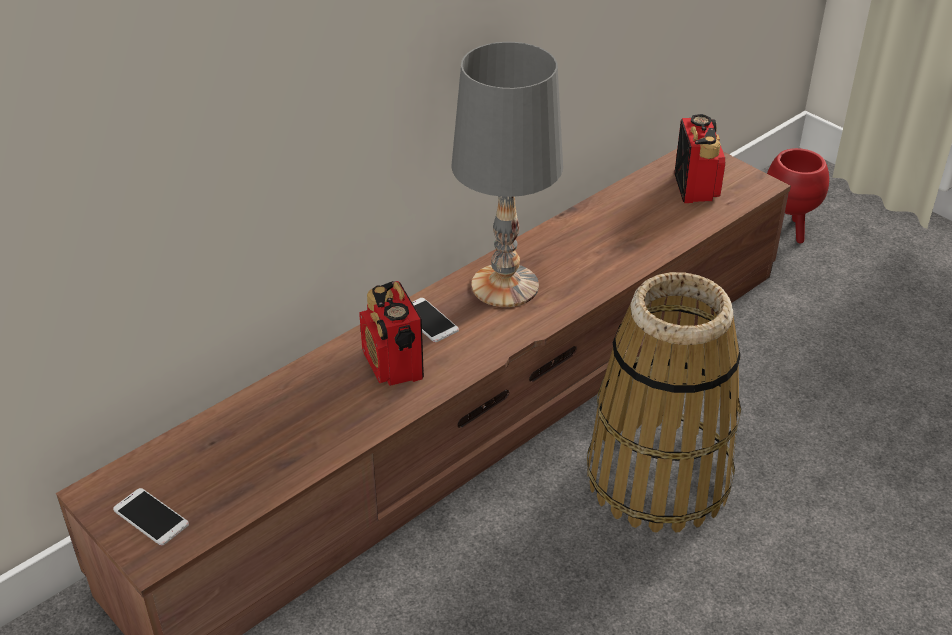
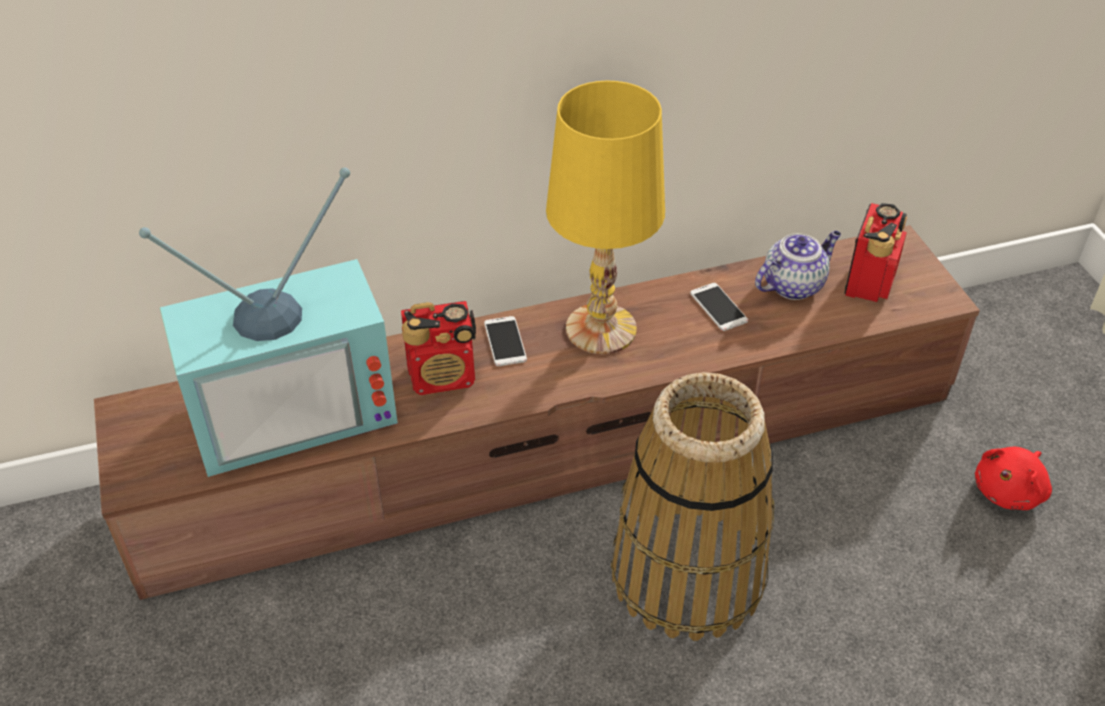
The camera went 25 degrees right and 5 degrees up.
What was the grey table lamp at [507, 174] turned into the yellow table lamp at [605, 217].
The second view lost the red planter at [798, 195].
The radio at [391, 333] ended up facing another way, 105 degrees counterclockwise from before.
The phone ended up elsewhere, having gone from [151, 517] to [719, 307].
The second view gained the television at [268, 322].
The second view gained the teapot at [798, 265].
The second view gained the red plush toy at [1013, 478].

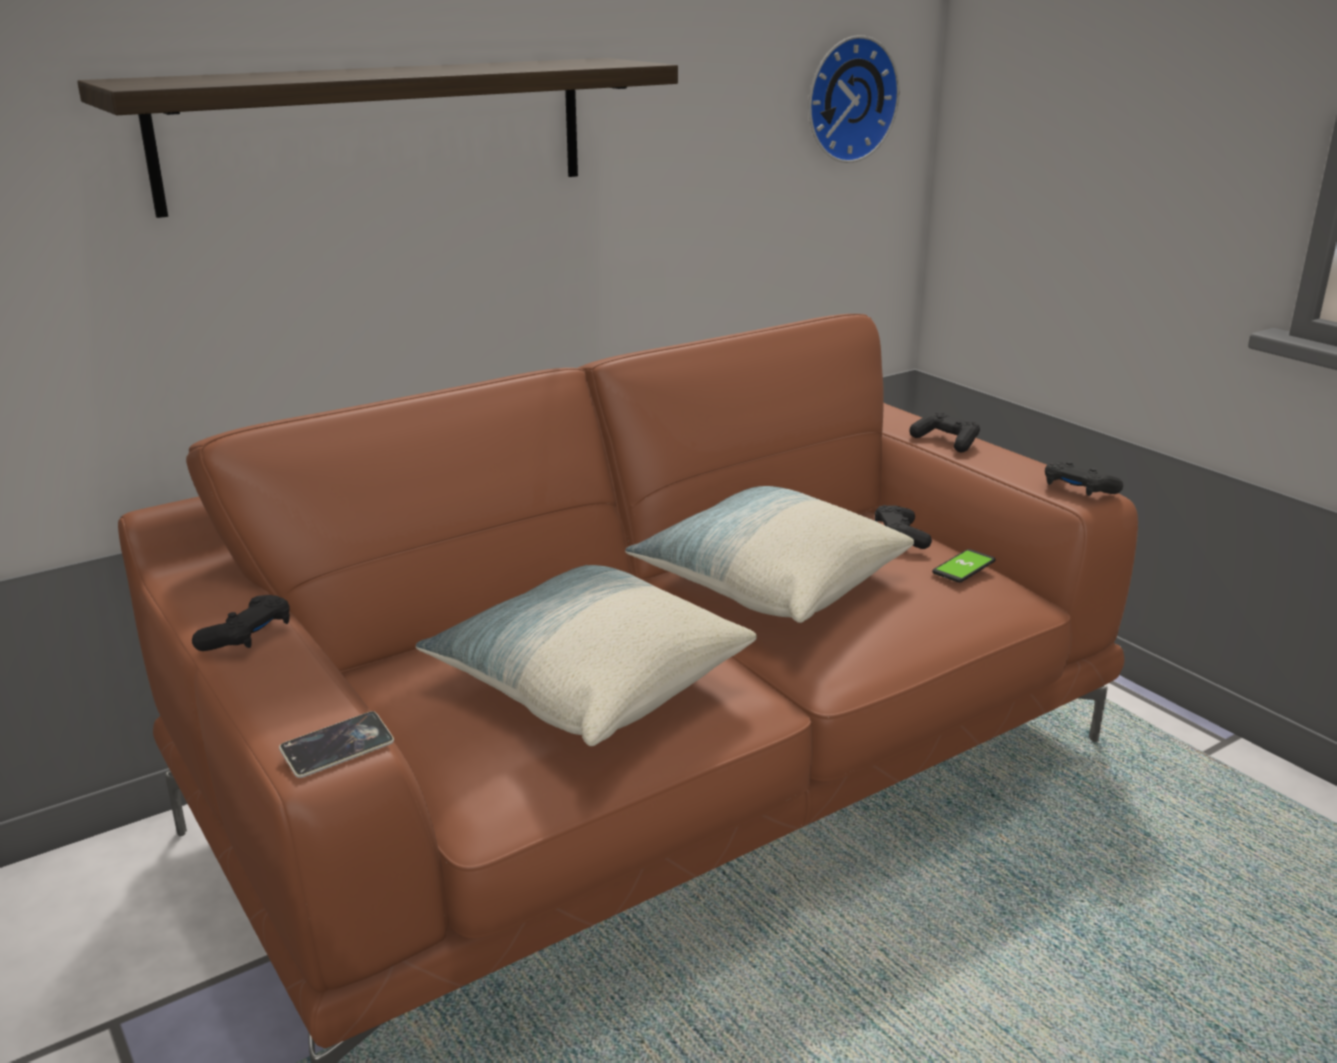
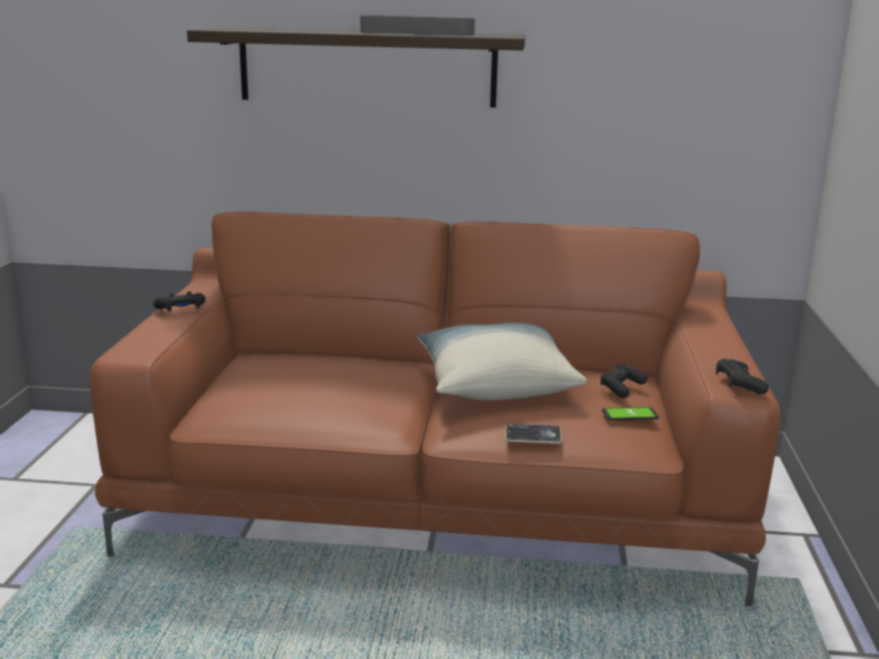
The camera went 40 degrees right and 5 degrees down.
The second view lost the wall clock at [854, 99].
The second view lost the black game controller at [944, 432].
The second view lost the pillow at [586, 655].
The phone ended up elsewhere, having gone from [336, 744] to [533, 434].
The second view gained the grey tray at [417, 25].

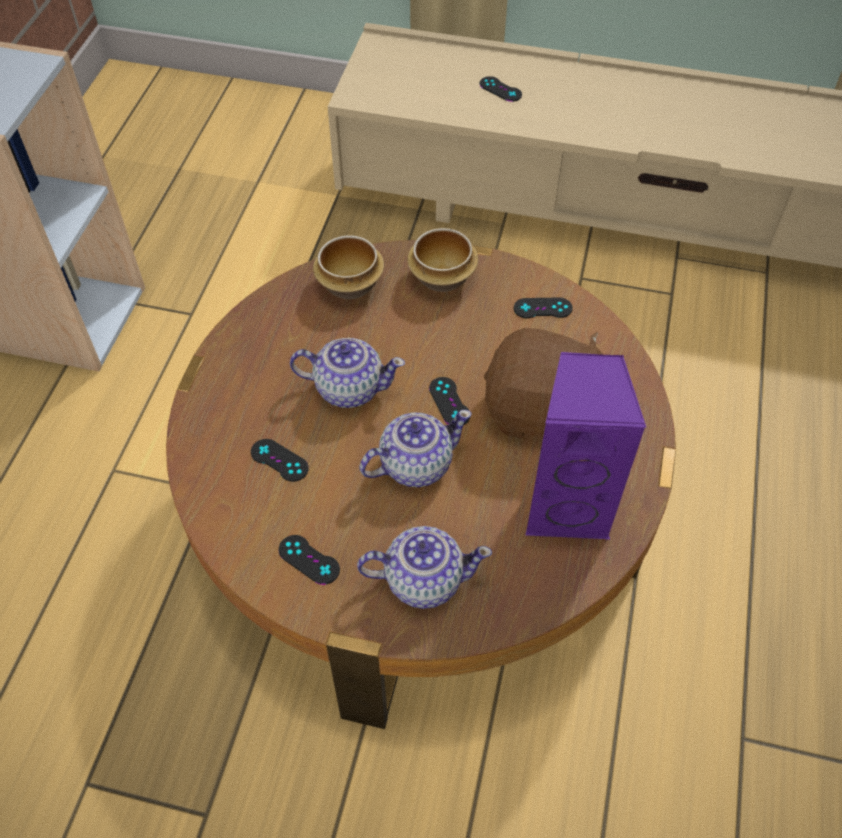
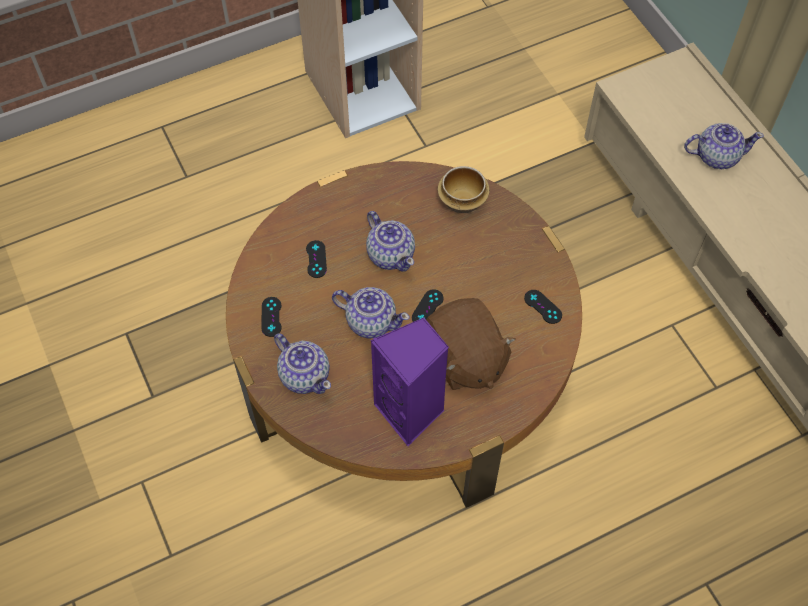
The camera went 50 degrees right and 5 degrees up.
Where the black game controller stood at [501, 89], the teapot came to stand at [724, 146].
The second view lost the bowl at [442, 260].

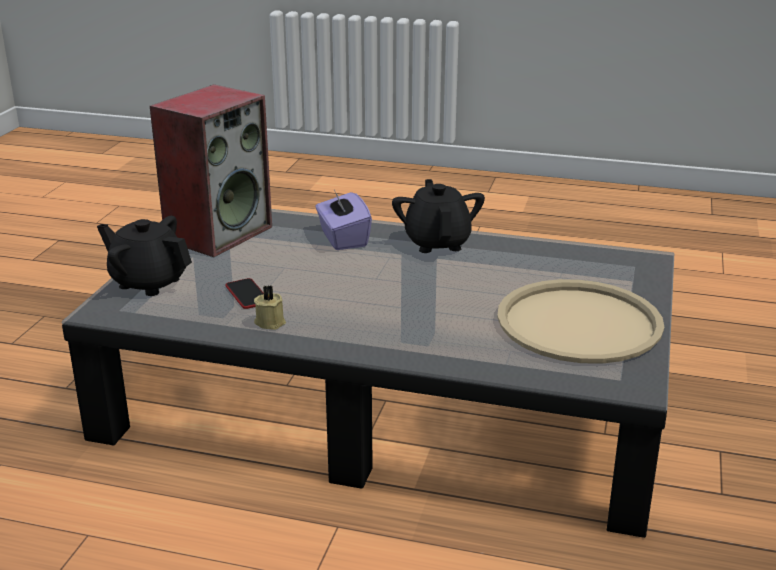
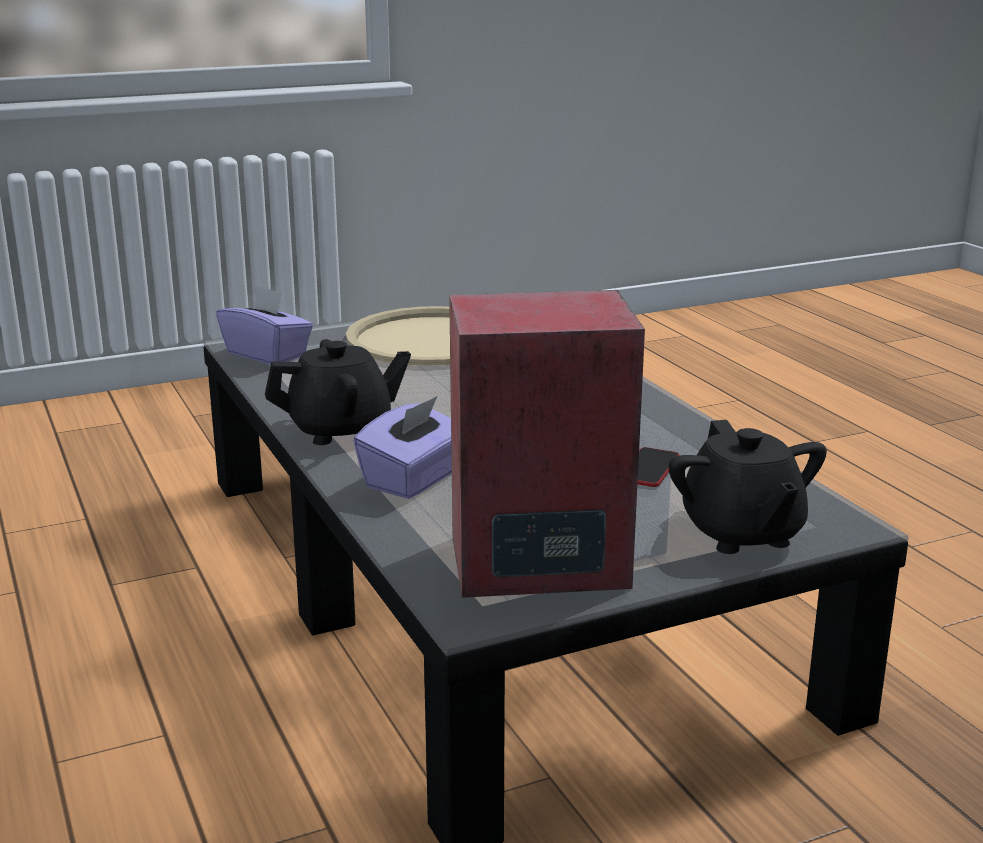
The camera went 130 degrees left and 5 degrees down.
The black teapot at [438, 216] ended up facing another way, 150 degrees counterclockwise from before.
The second view lost the beige candle at [270, 308].
The second view gained the purple tissue box at [264, 325].

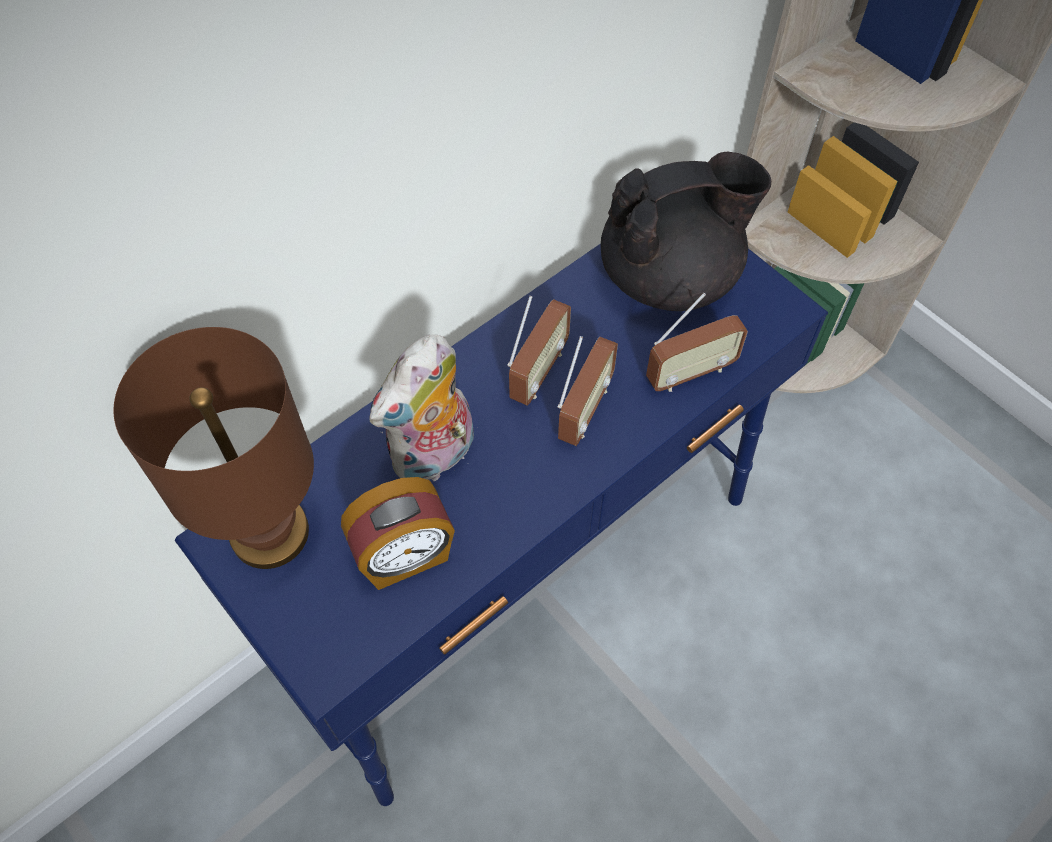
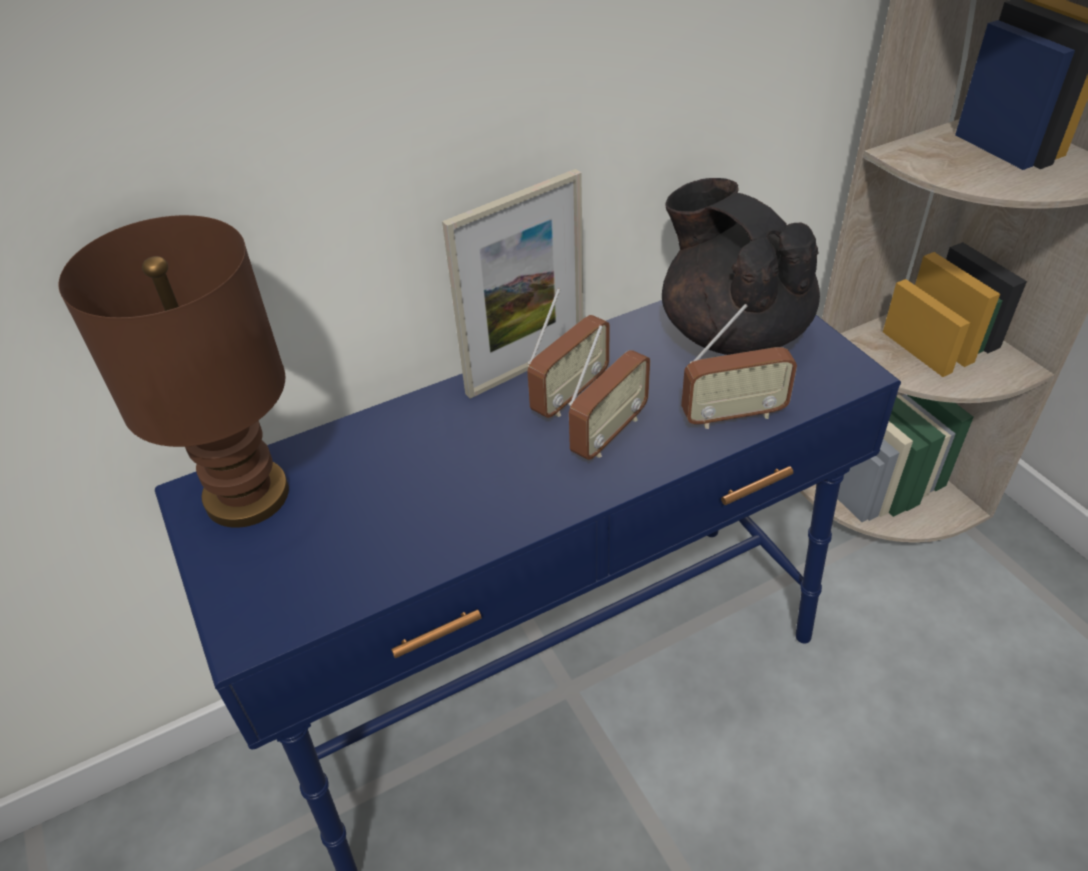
The camera went 15 degrees right and 15 degrees down.
The black teapot at [686, 231] ended up facing another way, 120 degrees counterclockwise from before.
The second view lost the plush toy at [422, 407].
The second view lost the alarm clock at [398, 533].
The second view gained the picture frame at [512, 284].

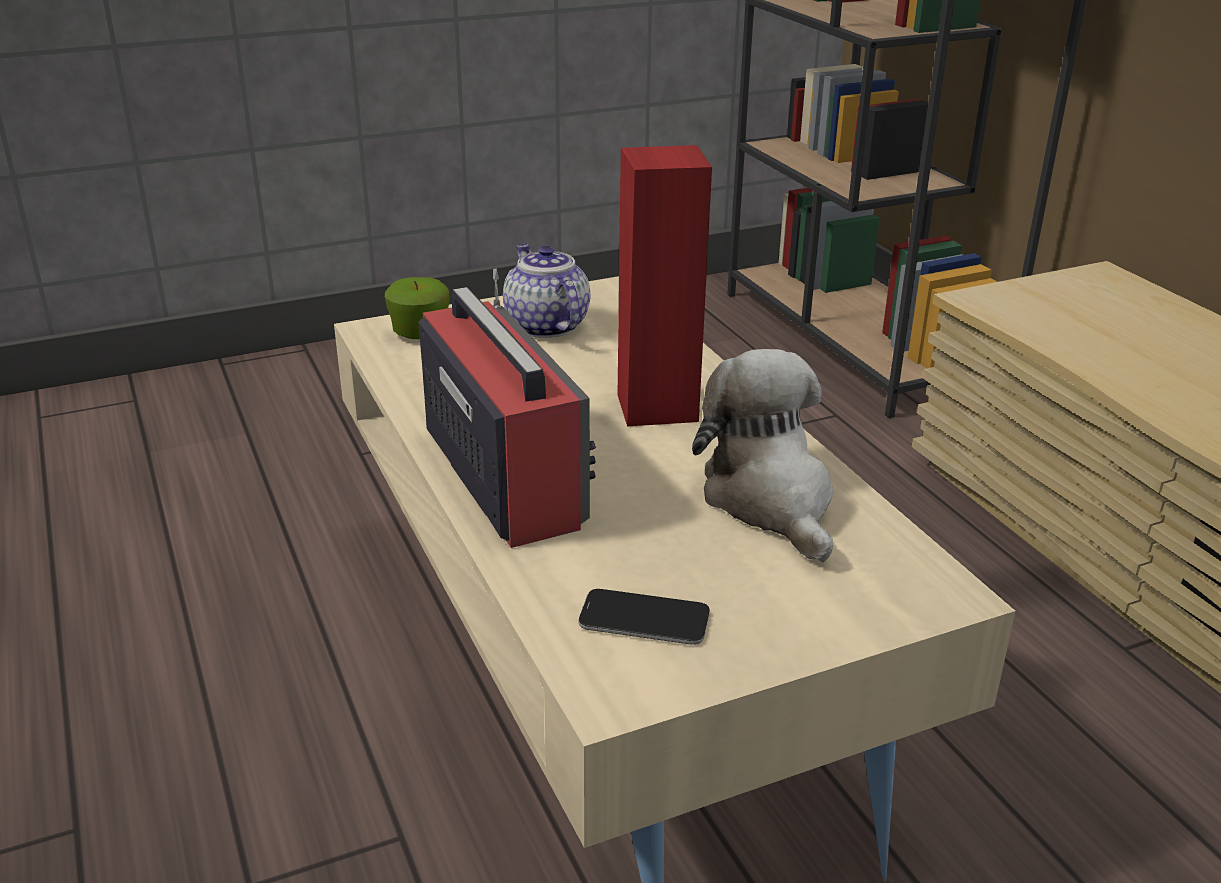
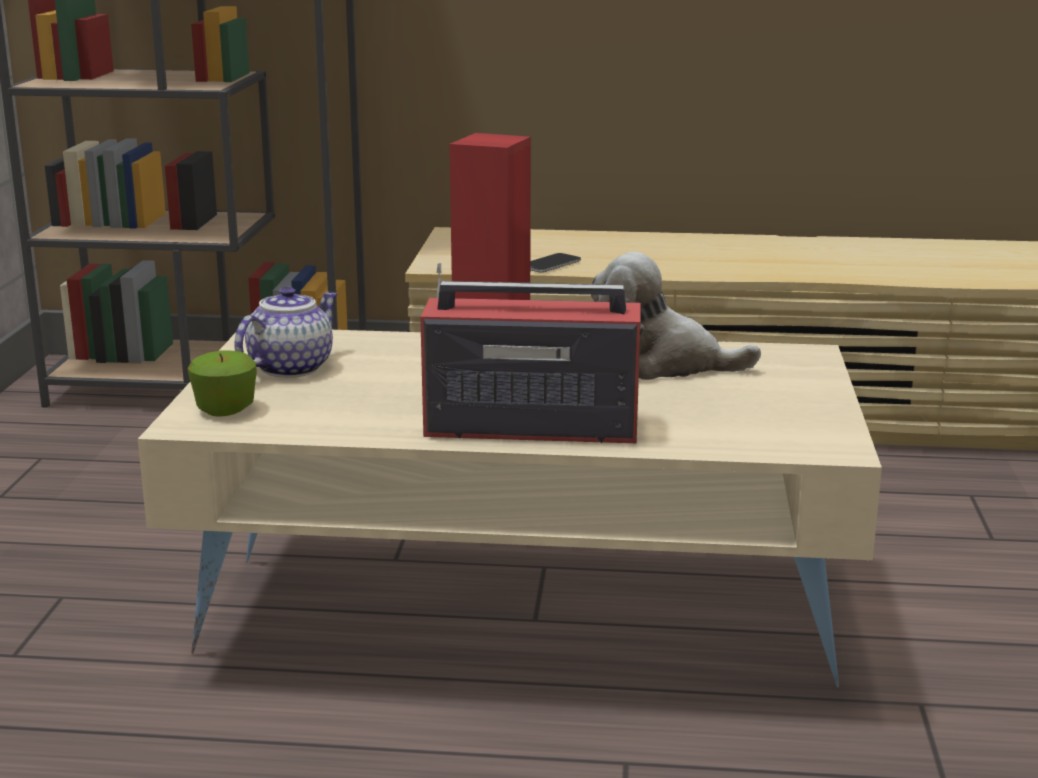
The camera went 60 degrees left and 10 degrees down.
The teapot at [546, 291] ended up facing another way, 120 degrees clockwise from before.
The phone ended up elsewhere, having gone from [644, 617] to [555, 263].

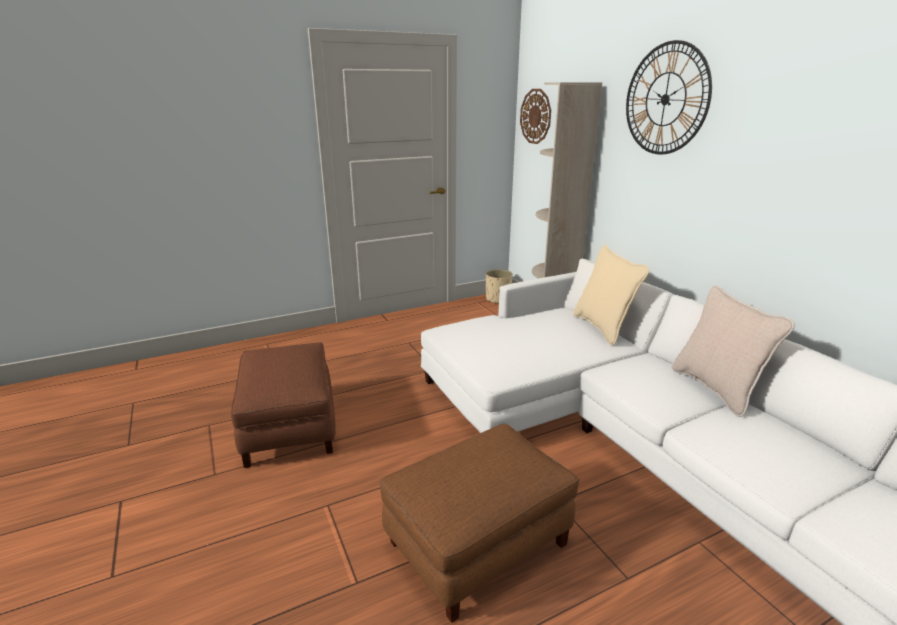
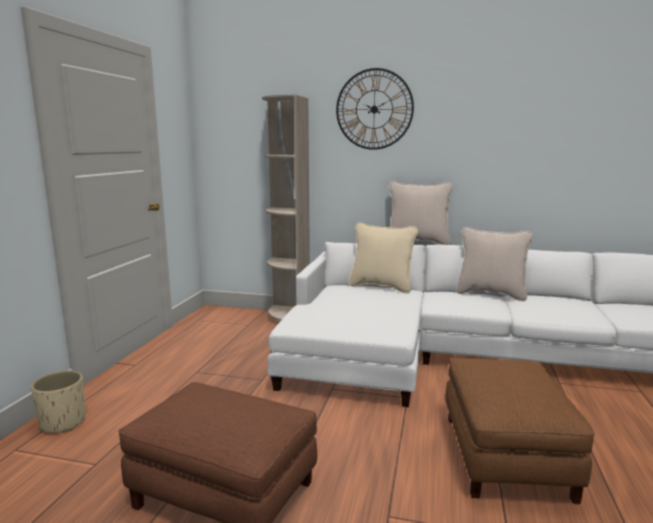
The camera went 50 degrees left and 10 degrees down.
The second view lost the wall clock at [535, 116].
The beige planter ended up elsewhere, having gone from [499, 286] to [58, 401].
The second view gained the beige pillow at [421, 213].

